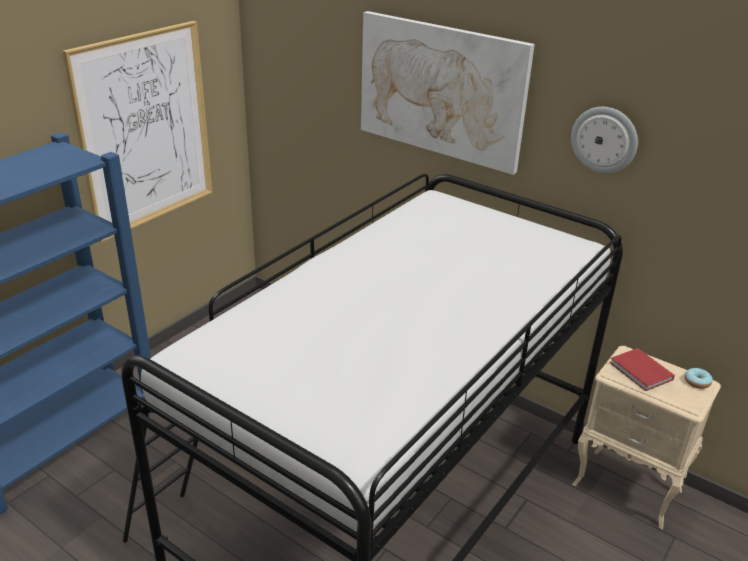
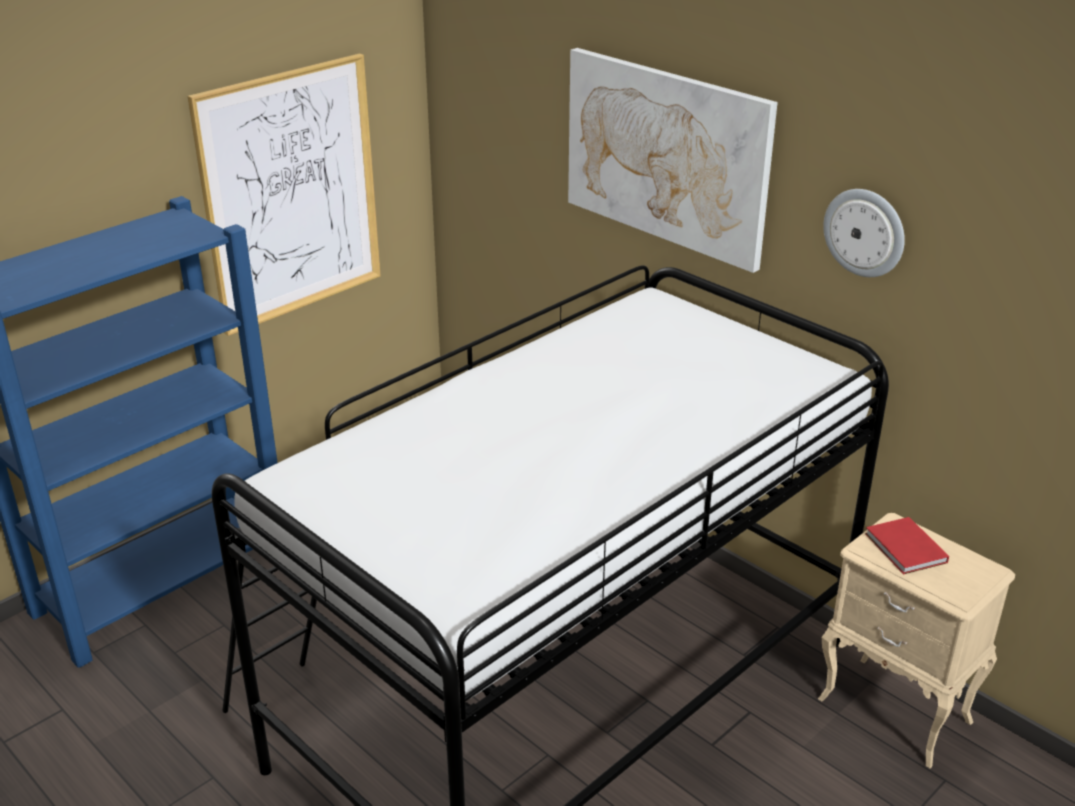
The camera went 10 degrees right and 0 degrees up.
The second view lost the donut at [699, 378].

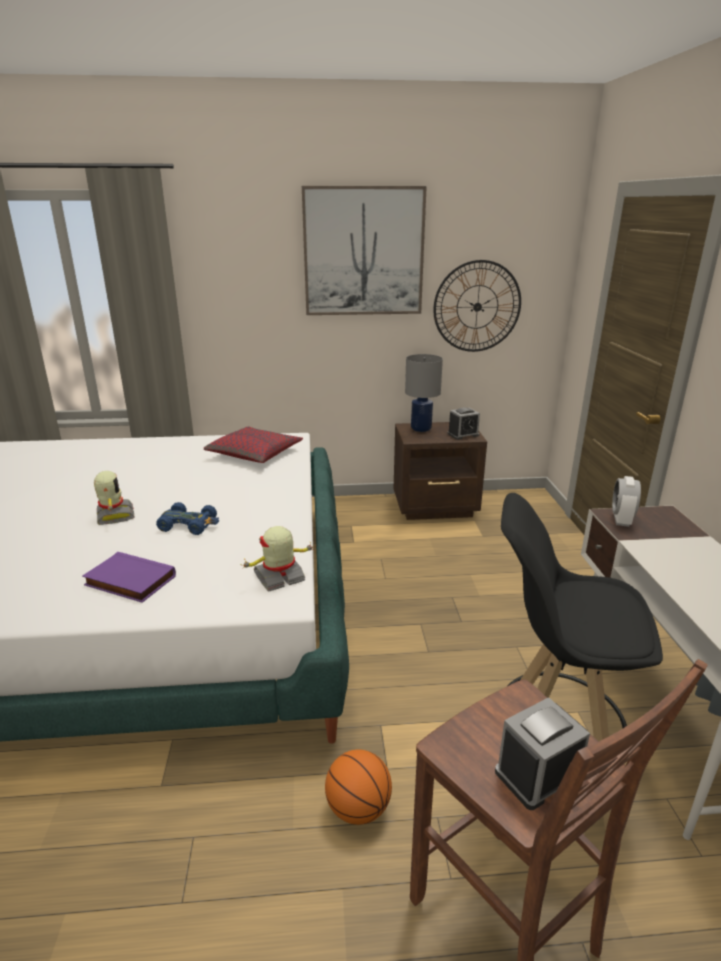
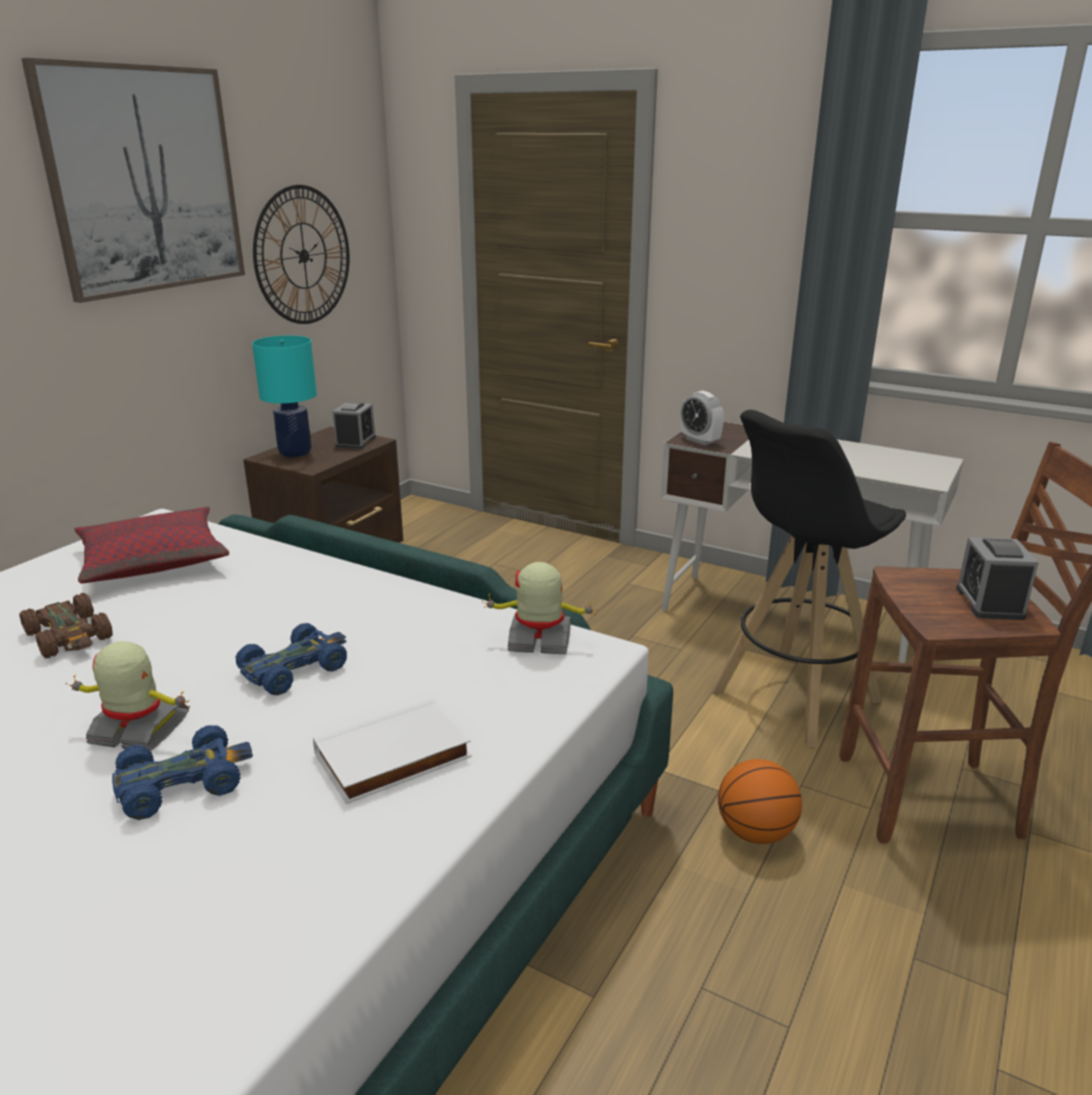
The camera went 55 degrees left and 0 degrees up.
What was the grey table lamp at [424, 393] turned into the turquoise table lamp at [284, 396].
The toy robot at [278, 559] ended up facing another way, 90 degrees clockwise from before.
What was the purple book at [129, 577] turned into the white book at [392, 750].
The second view gained the brown toy car at [66, 625].
The second view gained the blue toy car at [182, 772].

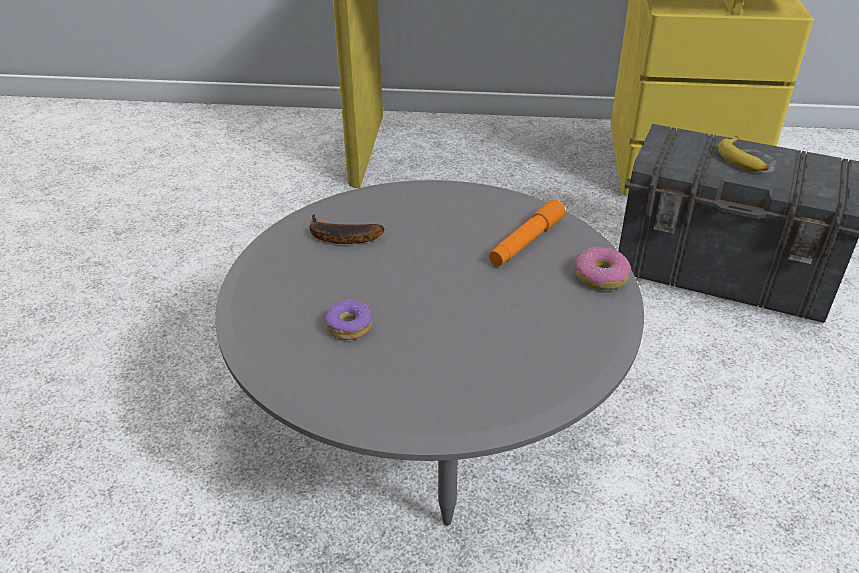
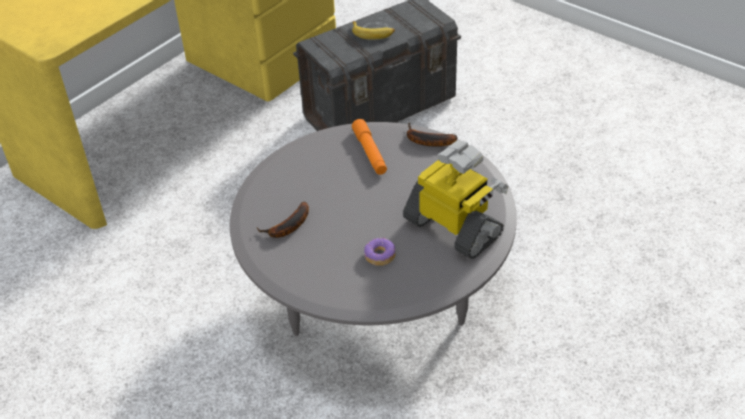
The camera went 55 degrees left and 5 degrees up.
Where the donut stood at [602, 268], the banana came to stand at [432, 135].
The second view gained the toy robot at [455, 199].

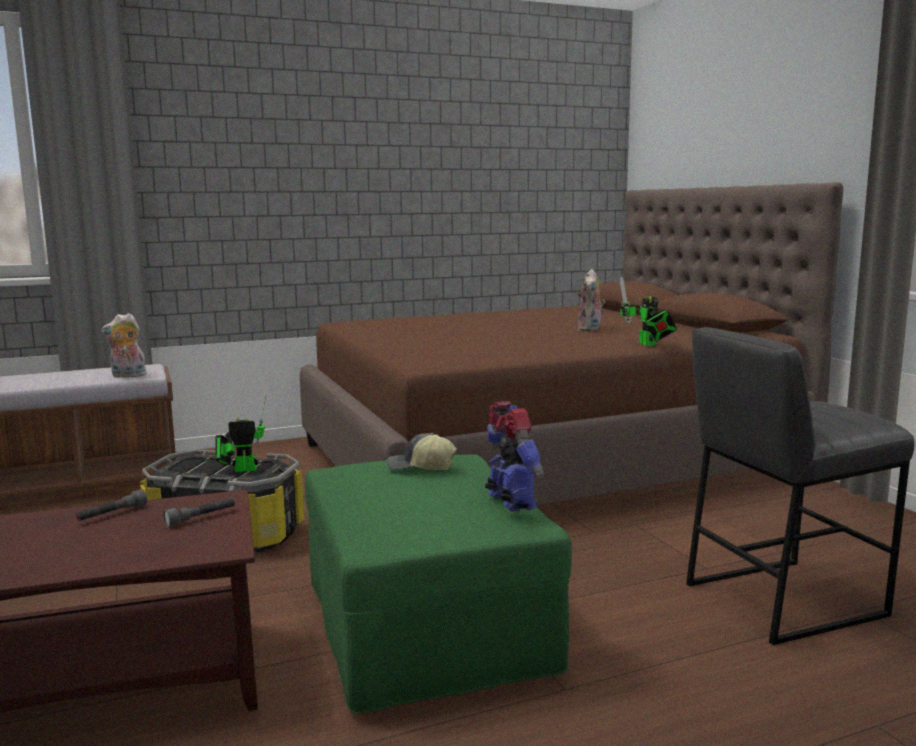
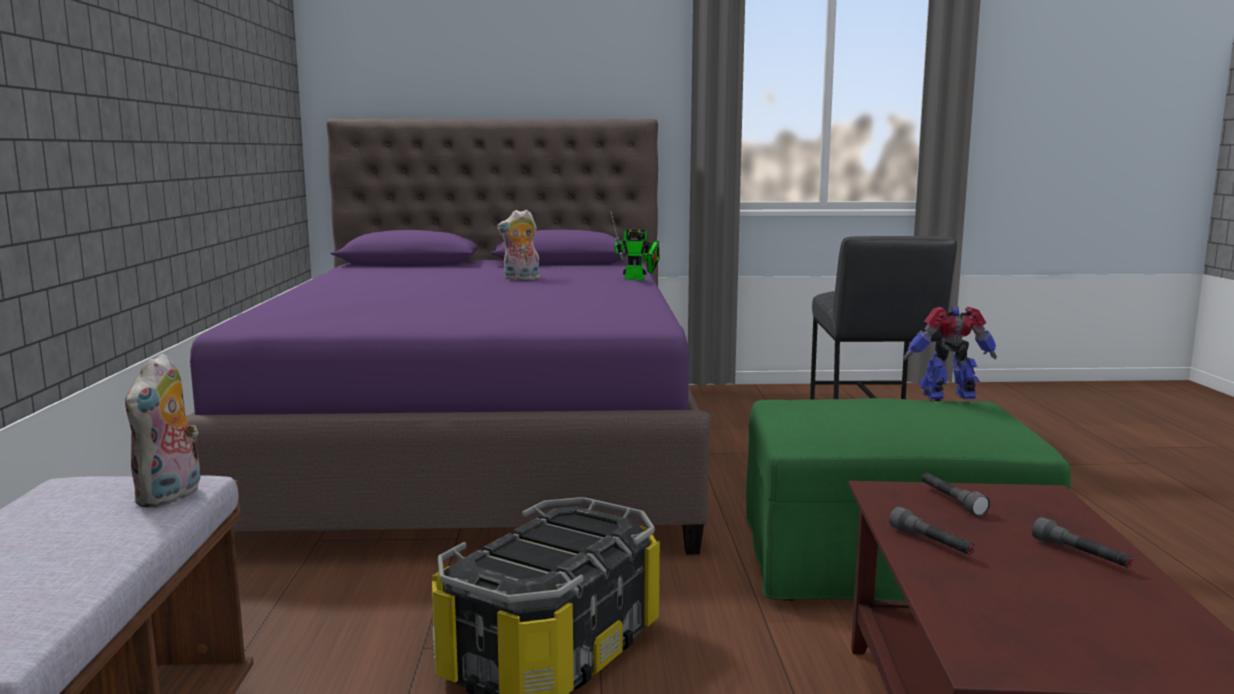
The camera went 70 degrees left and 0 degrees up.
What was the brown bed at [571, 343] turned into the purple bed at [448, 336].
The plush toy at [591, 300] ended up facing another way, 135 degrees clockwise from before.
The second view lost the toy robot at [241, 432].
The second view lost the cap at [421, 451].
The second view gained the grey flashlight at [1082, 542].

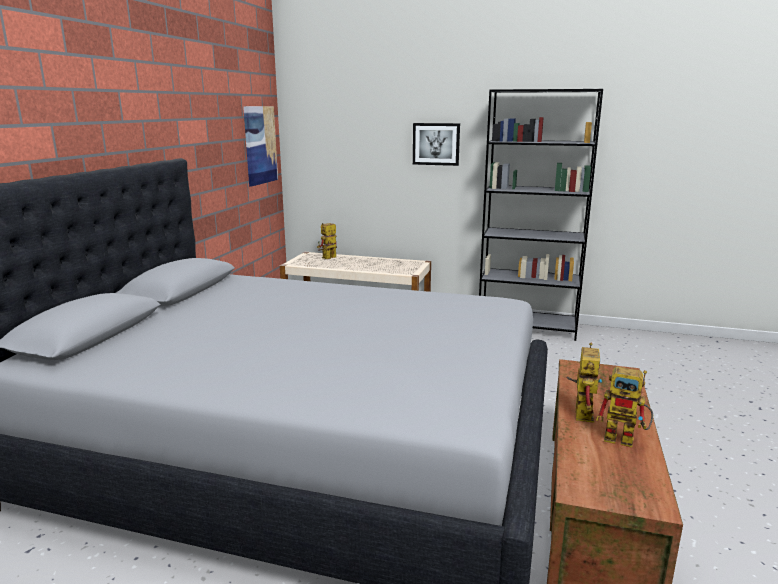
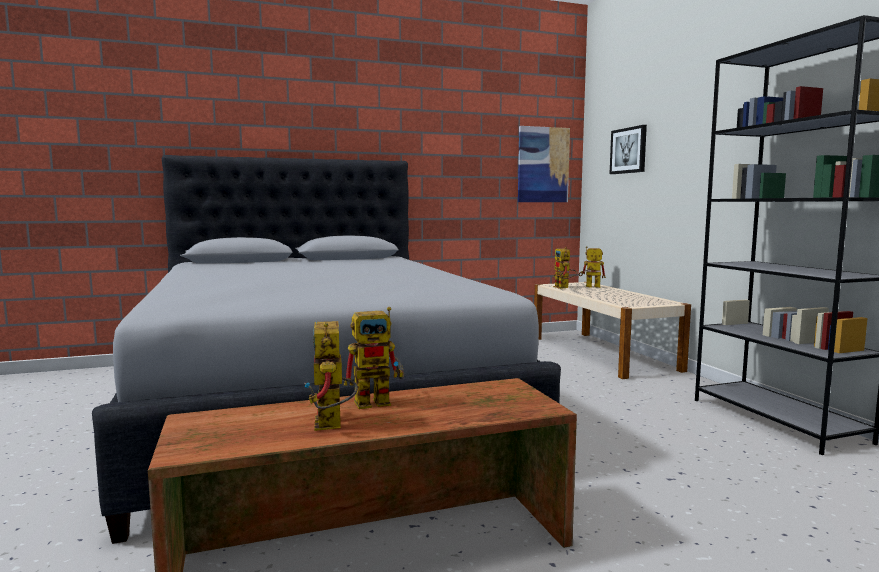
The camera went 55 degrees right and 10 degrees down.
The picture ended up elsewhere, having gone from [436, 144] to [628, 149].
The second view gained the toy robot at [565, 268].

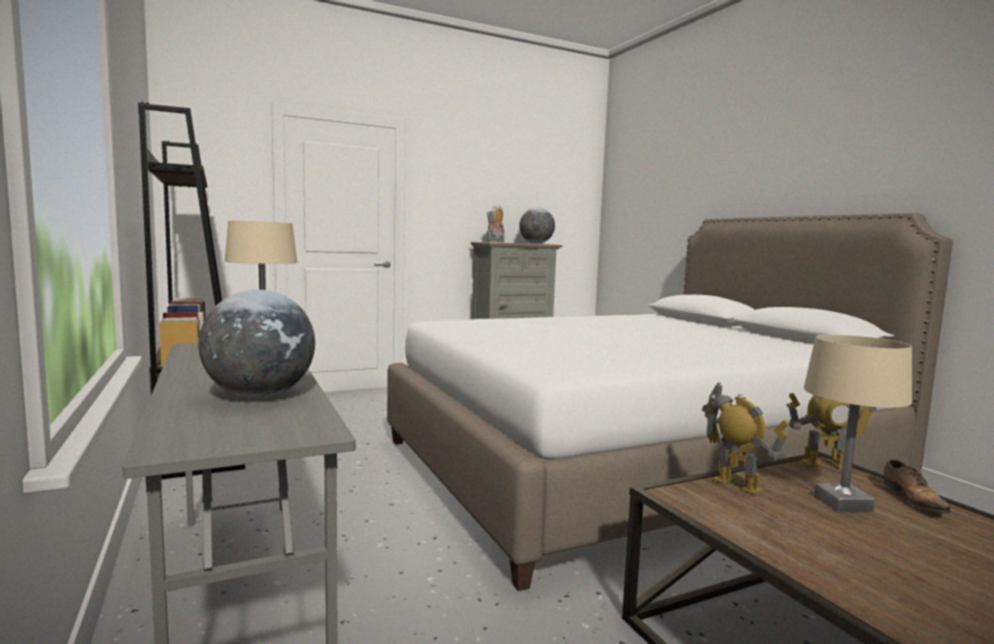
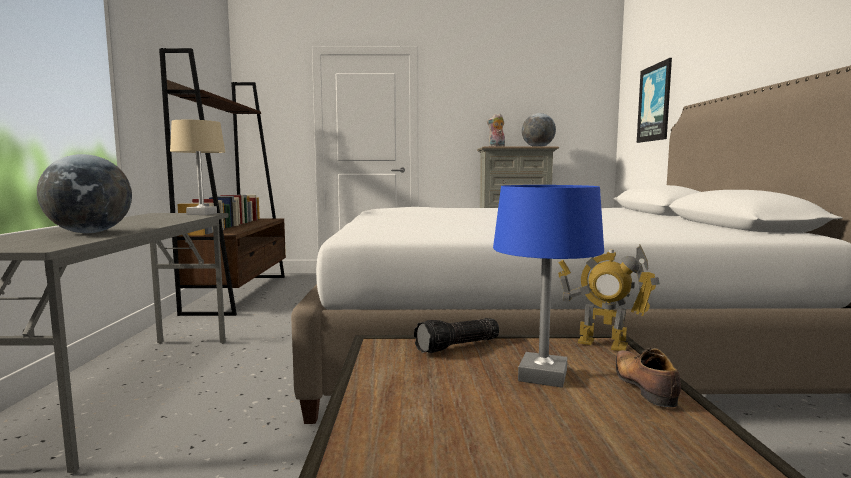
The camera went 25 degrees right and 0 degrees up.
What was the beige table lamp at [858, 423] turned into the blue table lamp at [548, 286].
Where the toy robot stood at [745, 438], the flashlight came to stand at [456, 335].
The shoe at [917, 486] ended up facing another way, 150 degrees clockwise from before.
The second view gained the picture at [654, 100].

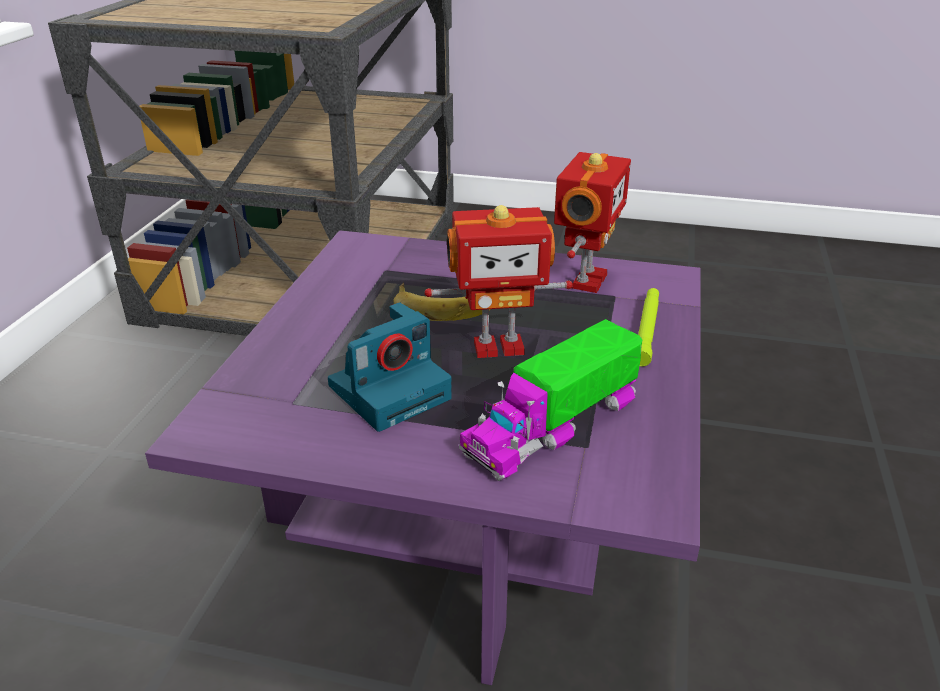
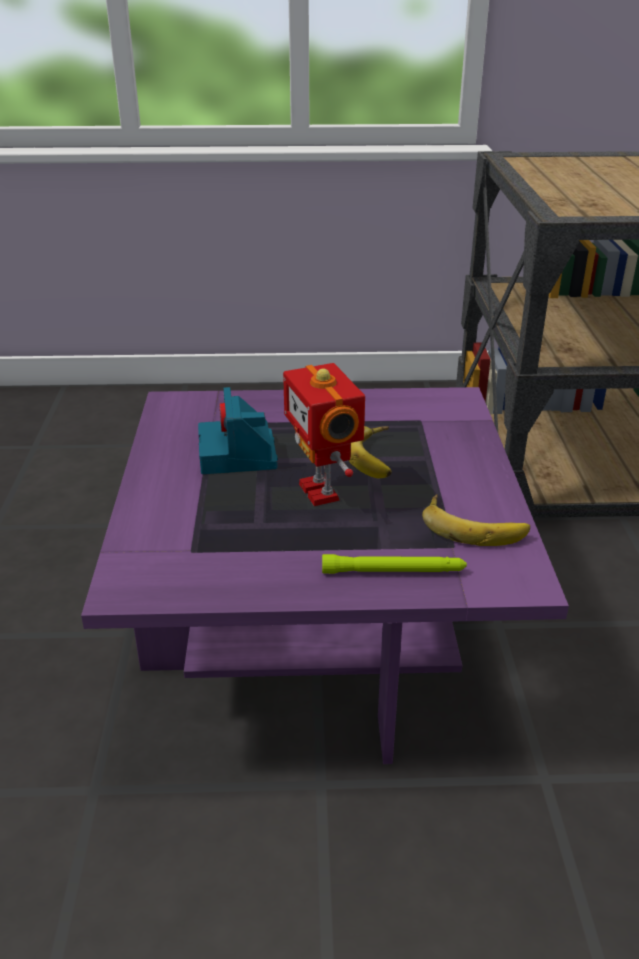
The camera went 75 degrees right and 0 degrees up.
Where the toy robot stood at [592, 222], the banana came to stand at [476, 520].
The photo camera at [390, 367] ended up facing another way, 45 degrees clockwise from before.
The second view lost the toy truck at [550, 400].

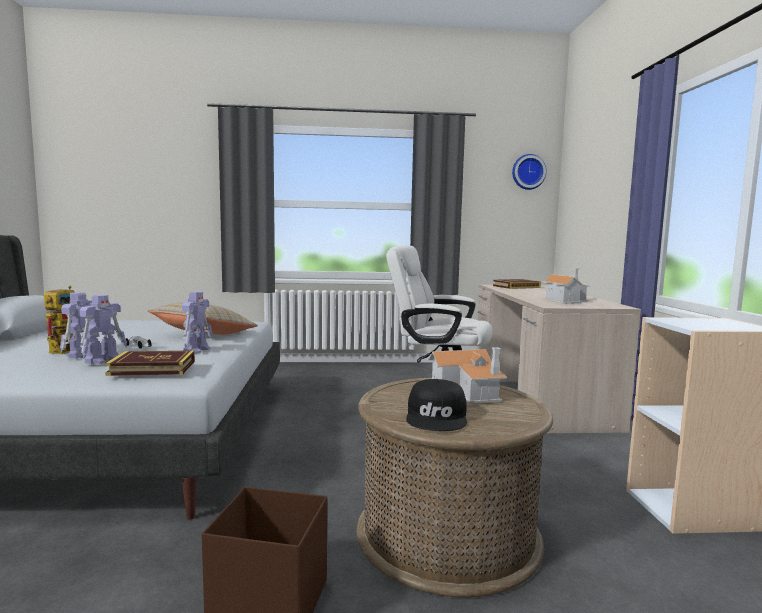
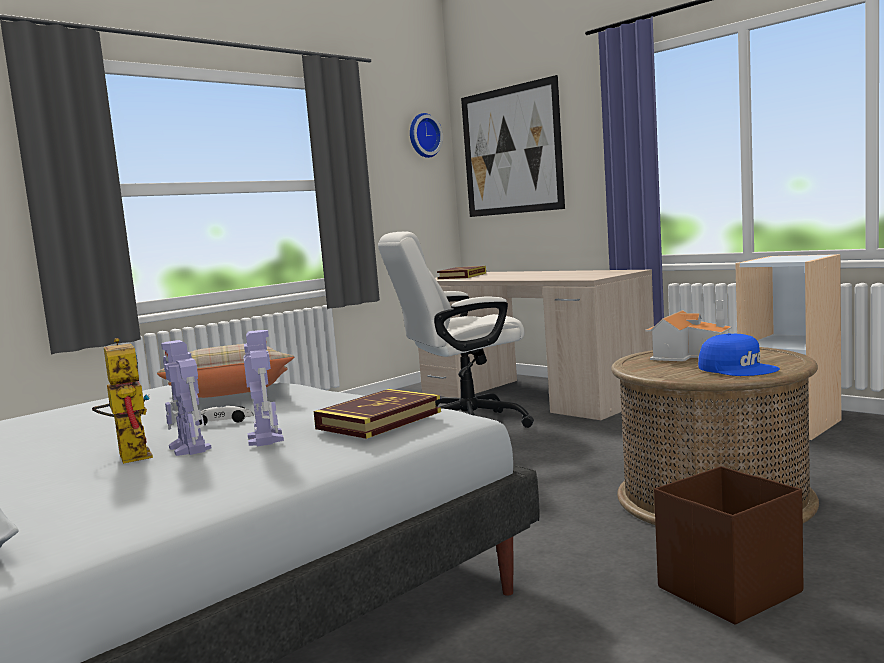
The camera went 40 degrees left and 0 degrees up.
The second view lost the toy house at [566, 285].
The second view lost the toy robot at [197, 322].
What was the black cap at [436, 405] turned into the blue cap at [739, 354].
The second view gained the picture at [513, 146].

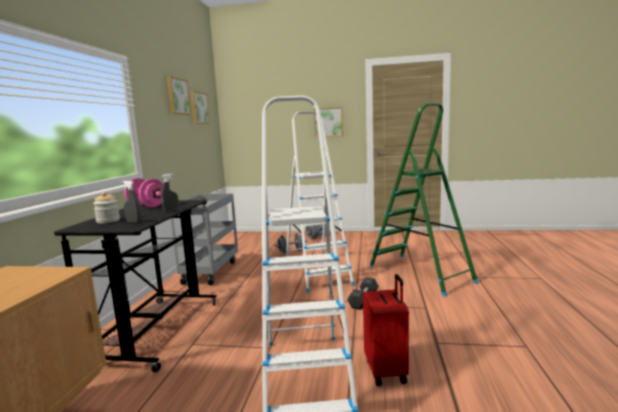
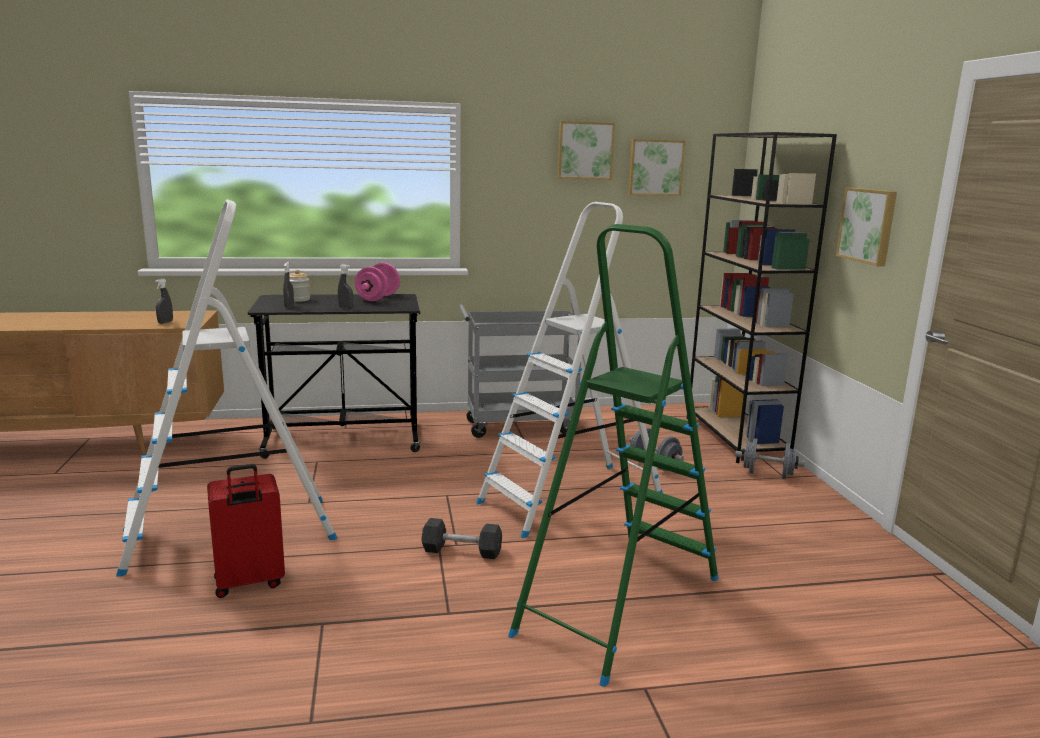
The camera went 70 degrees right and 5 degrees up.
The second view gained the beige bookcase at [762, 297].
The second view gained the grey spray bottle at [164, 301].

